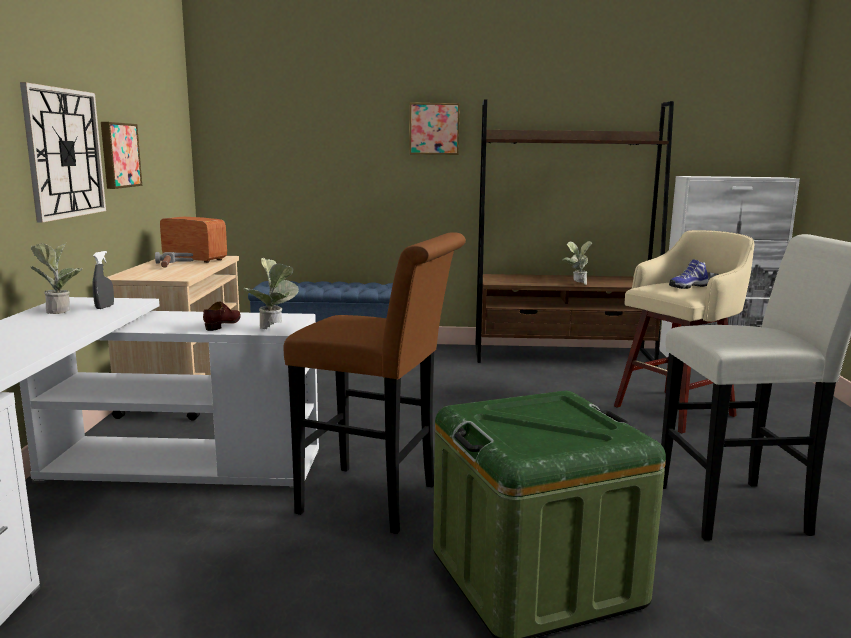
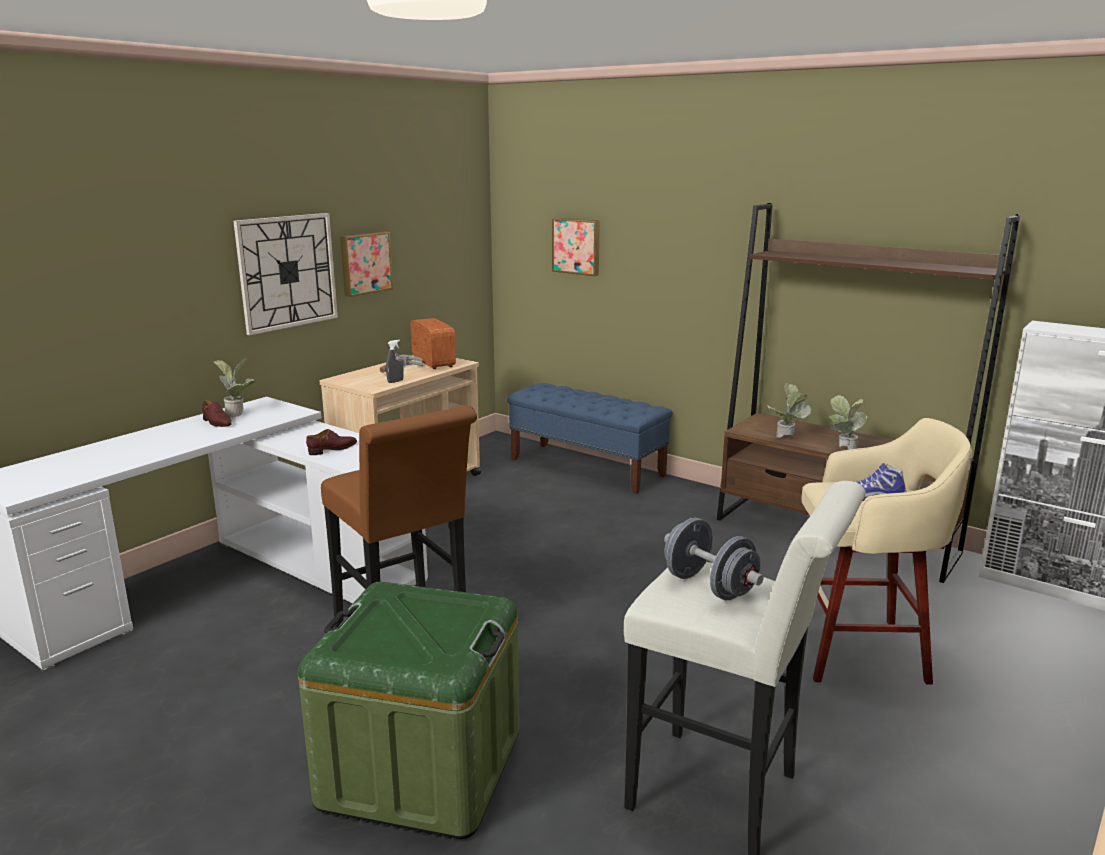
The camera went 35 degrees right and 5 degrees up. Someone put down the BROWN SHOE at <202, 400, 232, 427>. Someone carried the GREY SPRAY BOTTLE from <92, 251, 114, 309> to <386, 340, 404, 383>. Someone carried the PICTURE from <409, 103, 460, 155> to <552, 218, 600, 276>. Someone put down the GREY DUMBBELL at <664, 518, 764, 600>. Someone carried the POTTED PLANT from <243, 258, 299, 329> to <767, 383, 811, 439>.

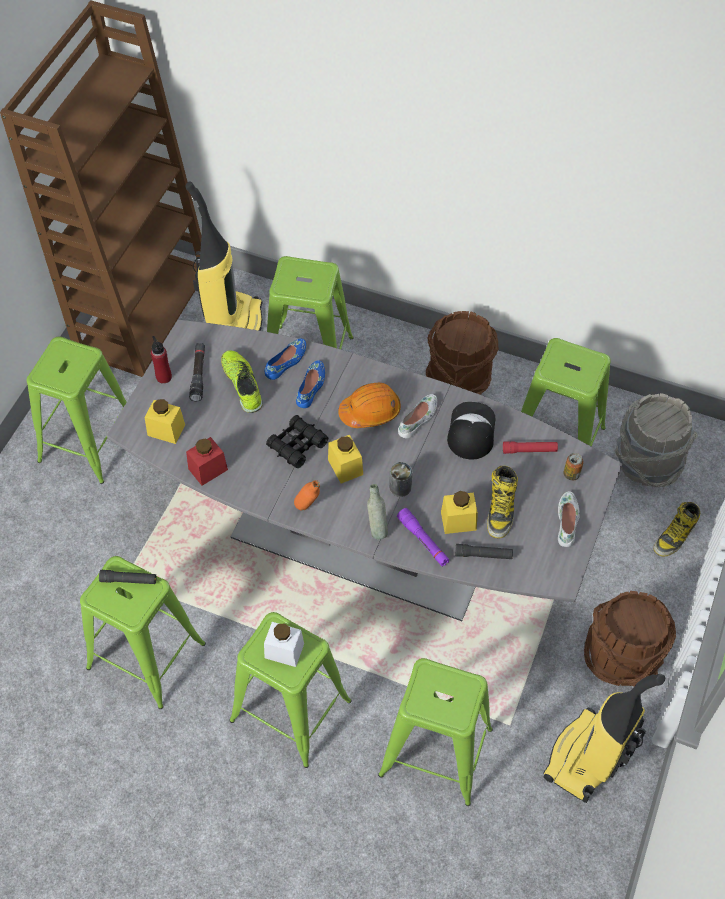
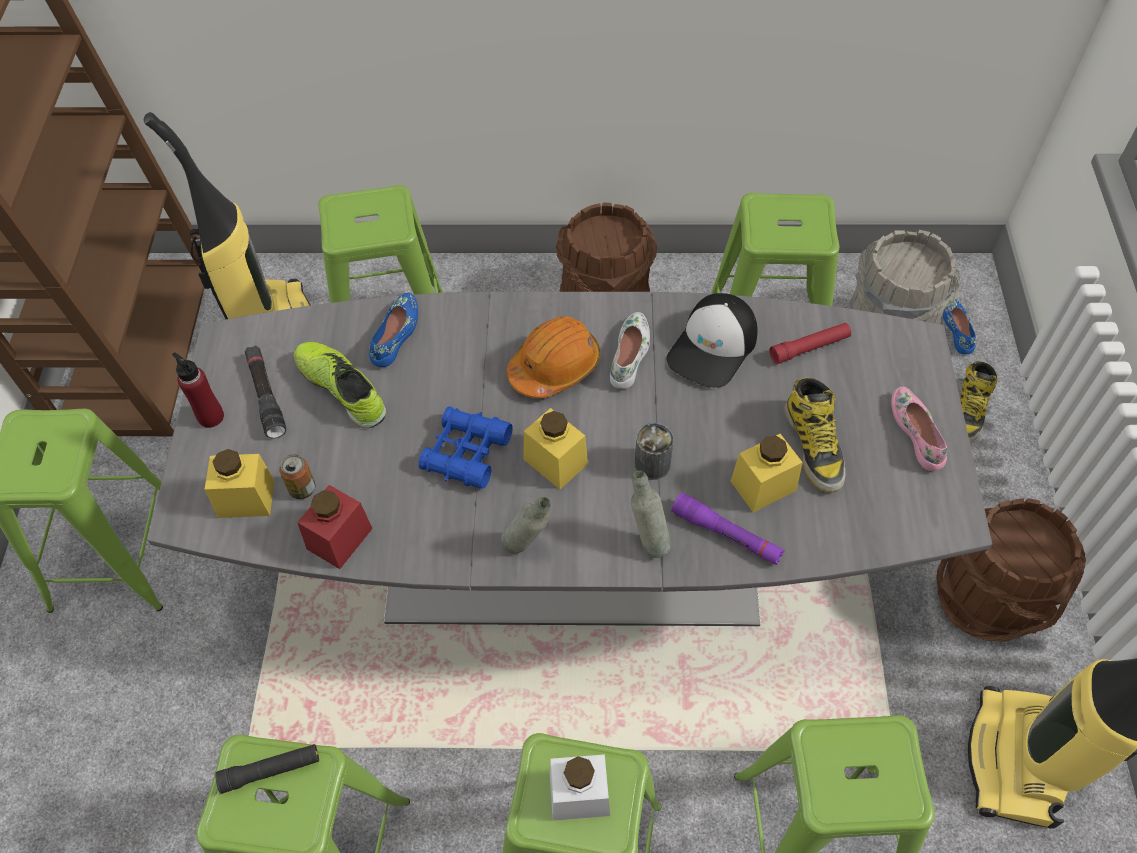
The camera went 20 degrees left and 0 degrees up. Someone carried the CAN from <563, 453, 584, 481> to <279, 454, 316, 499>. Someone repainted the BLACK BINOCULARS at <266, 415, 328, 468>, which became the BLUE BINOCULARS at <419, 406, 513, 489>. Someone repainted the ORANGE BOTTLE at <294, 480, 320, 511>, which became the GREY BOTTLE at <501, 497, 551, 554>. Someone rotated the CAP at <447, 402, 495, 459> by 135 degrees counterclockwise. Someone repainted the WHITE SHOE at <558, 491, 580, 547>, which became the PINK SHOE at <891, 387, 947, 471>. Someone carried the BLUE SHOE from <296, 360, 325, 408> to <943, 299, 976, 354>. Someone took away the BLACK FLASHLIGHT at <455, 544, 513, 559>.

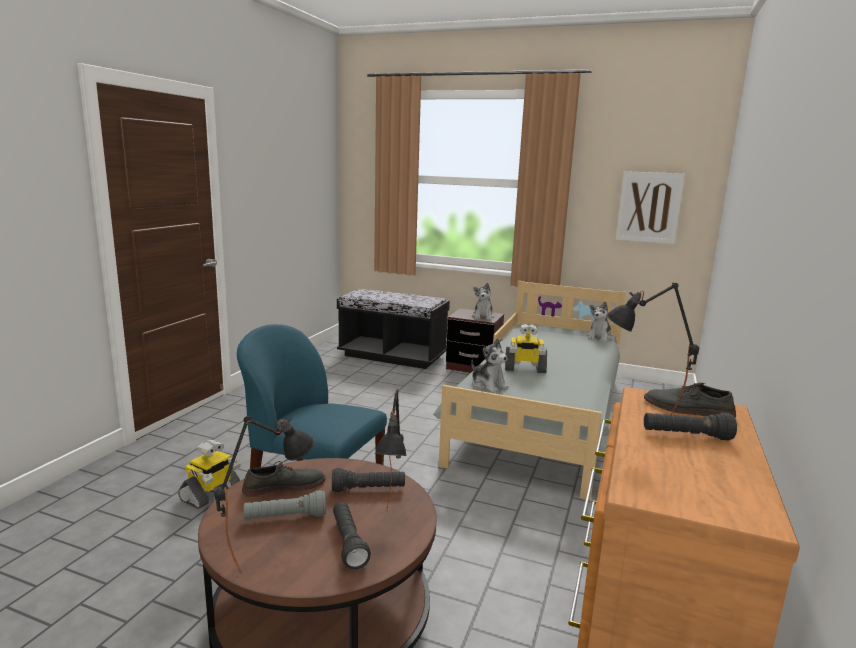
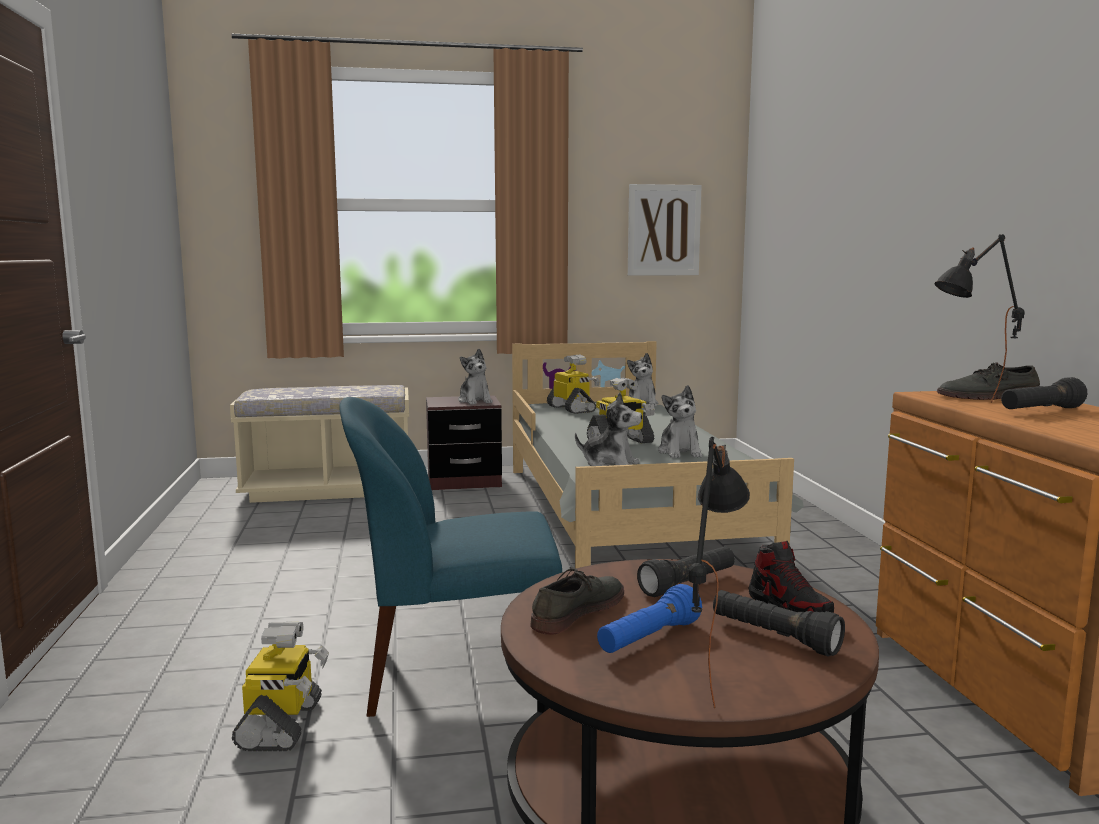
The camera went 30 degrees left and 5 degrees down. Someone repainted the BLACK BENCH at <337, 289, 450, 369>, which became the BEIGE BENCH at <230, 385, 409, 503>. Someone put down the TOY ROBOT at <547, 355, 600, 414>. Someone repainted the GREY FLASHLIGHT at <244, 490, 326, 519>, which became the BLUE FLASHLIGHT at <597, 584, 702, 653>. Someone put down the PLUSH TOY at <658, 385, 702, 458>. Someone swapped the BLACK TABLE LAMP at <374, 389, 407, 509> for the SHOE at <748, 541, 834, 613>.

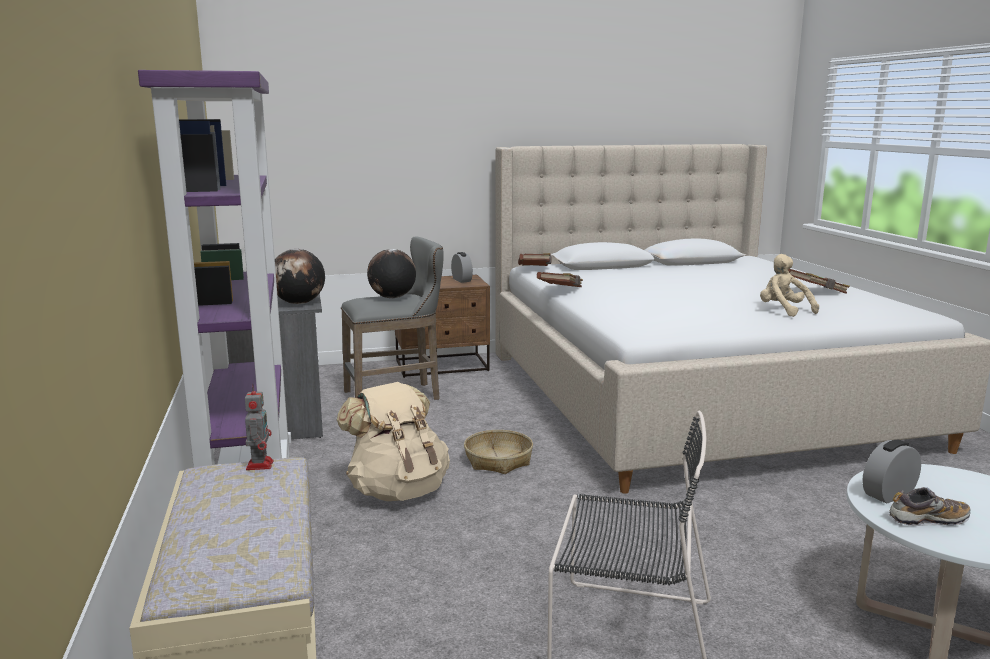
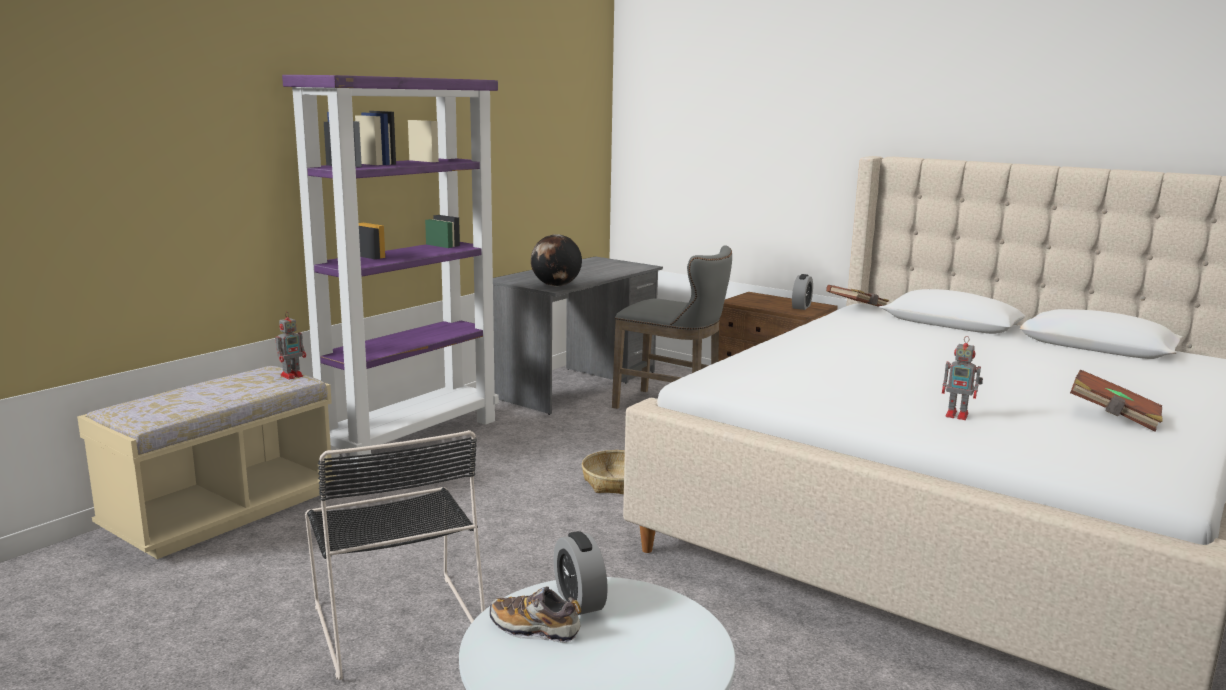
The camera went 50 degrees right and 0 degrees up. Someone rotated the SHOE at <889, 487, 971, 526> by 150 degrees clockwise. Someone rotated the ALARM CLOCK at <862, 440, 921, 504> by 135 degrees counterclockwise. Someone swapped the BEIGE PLUSH TOY at <760, 254, 819, 317> for the TOY ROBOT at <942, 336, 983, 420>. Someone took away the BEIGE BACKPACK at <337, 382, 450, 501>. Someone took away the GLOBE at <367, 249, 416, 298>. Someone took away the BROWN BOOK at <537, 272, 583, 287>.

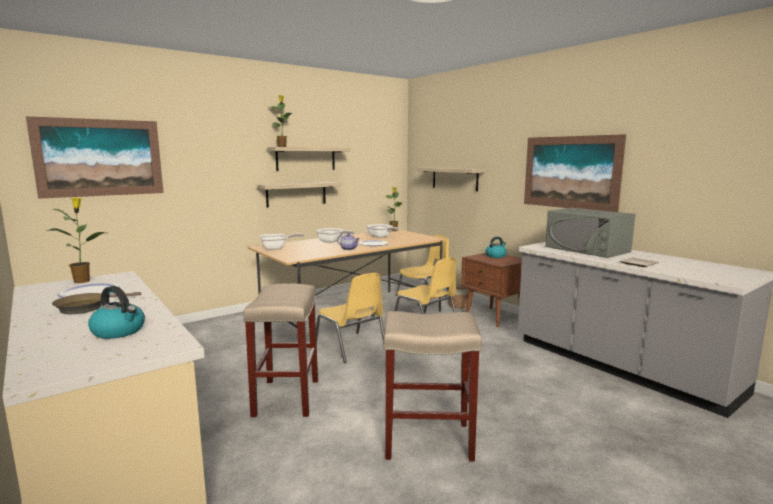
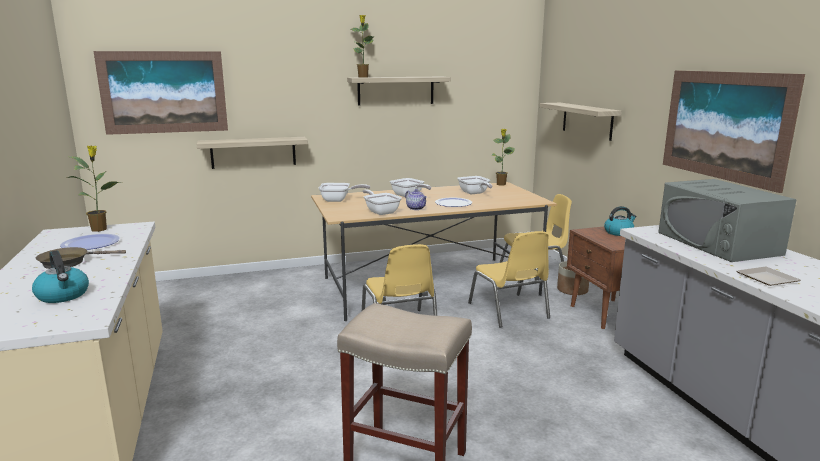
The camera went 20 degrees right and 5 degrees up. Someone carried the SHELF from <257, 182, 341, 208> to <197, 137, 308, 169>. Someone put down the FRYING PAN at <363, 189, 402, 215>. Someone took away the BEIGE STOOL at <243, 284, 318, 417>.

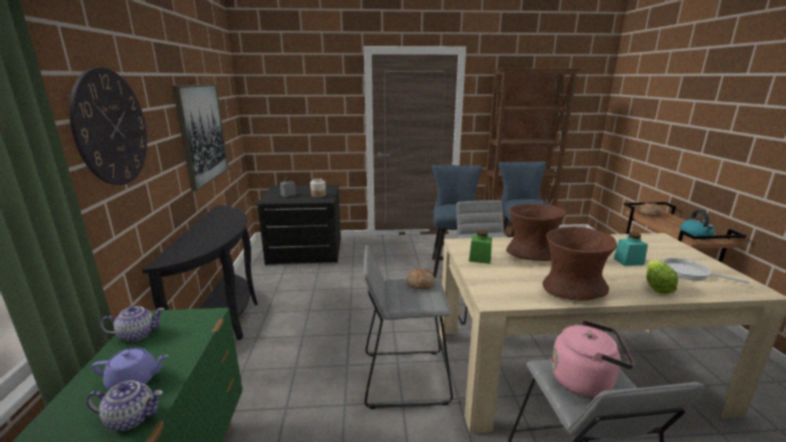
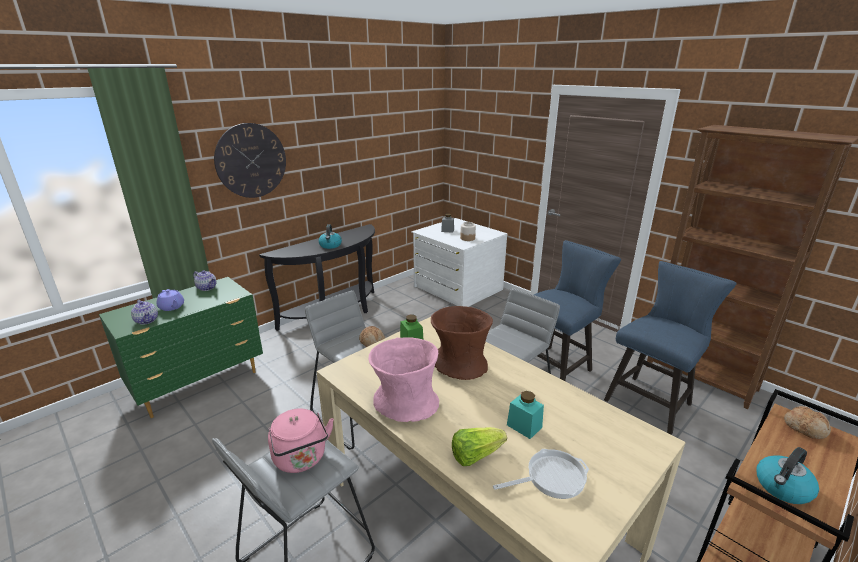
The camera went 50 degrees right and 5 degrees up. Someone put down the KETTLE at <318, 224, 342, 249>. Someone repainted the BROWN VASE at <542, 227, 617, 301>, which became the PINK VASE at <368, 337, 439, 422>. Someone repainted the BLACK DRESSER at <256, 184, 341, 265>, which became the WHITE DRESSER at <411, 218, 508, 307>. Someone rotated the FRYING PAN at <660, 258, 750, 284> by 75 degrees clockwise. Someone took away the PICTURE at <172, 84, 229, 191>.

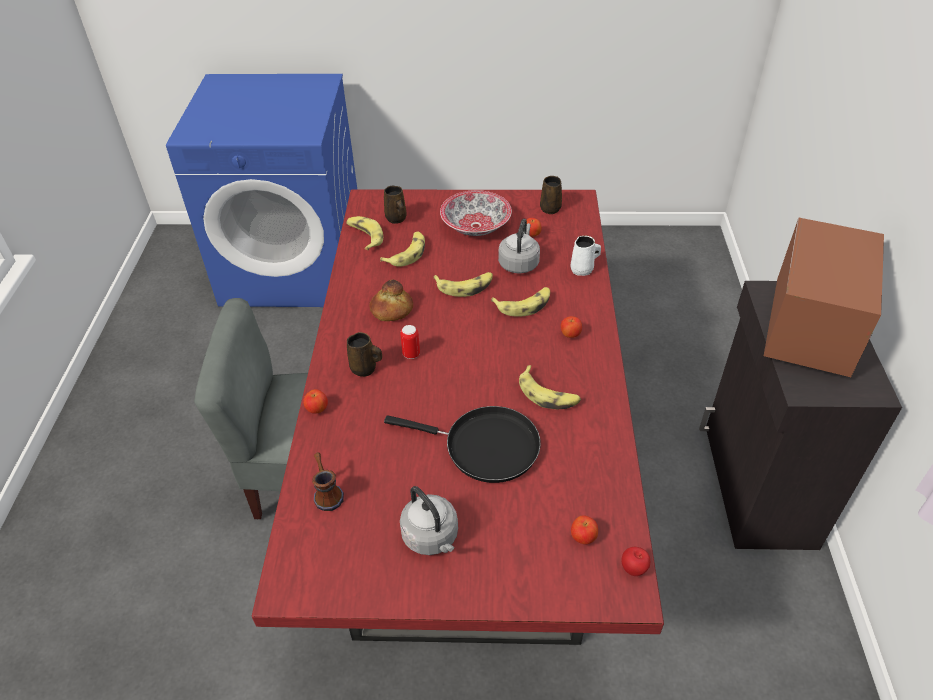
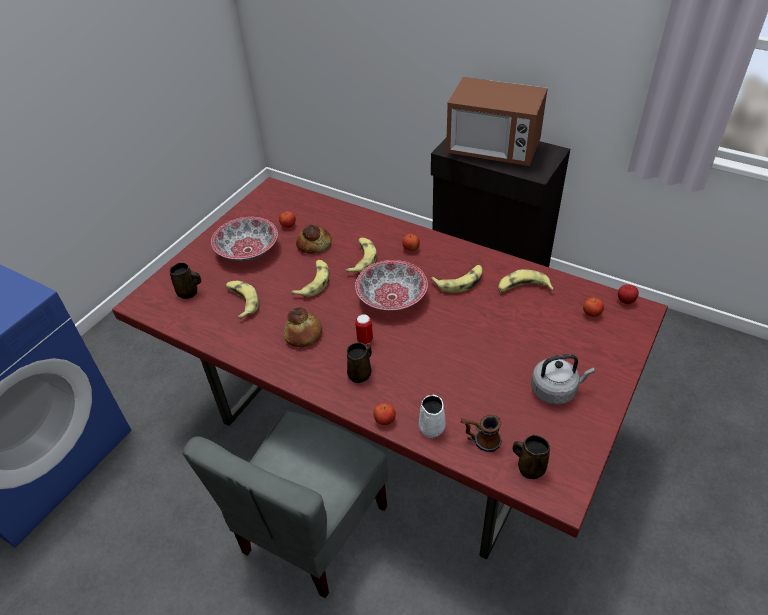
The camera went 60 degrees left and 0 degrees up. Someone swapped the GREY KETTLE at <498, 219, 540, 273> for the BREAD at <296, 224, 332, 254>. Someone put down the BOWL at <355, 260, 428, 311>. Someone carried the WHITE MUG from <571, 235, 601, 276> to <419, 395, 446, 438>. Someone rotated the MICROWAVE at <764, 217, 884, 377> by 150 degrees clockwise. Someone carried the BANANA from <346, 216, 383, 250> to <498, 269, 554, 293>. Someone carried the BROWN MUG from <540, 176, 562, 214> to <512, 435, 550, 479>. Someone took away the BLACK FRYING PAN at <384, 406, 541, 483>.

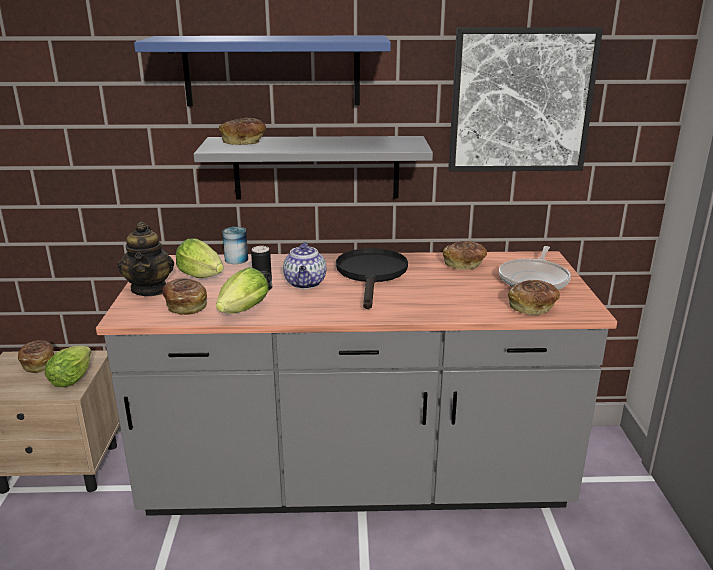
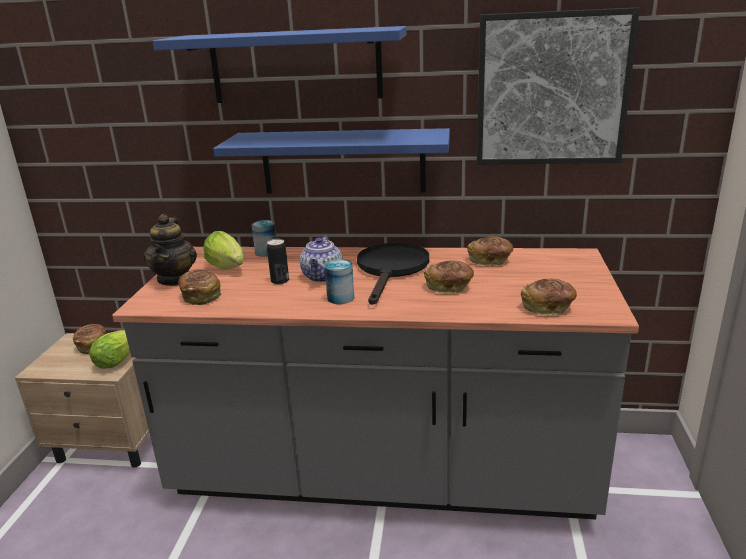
The camera went 10 degrees right and 0 degrees up. Someone repainted the GREY SHELF at <194, 136, 433, 200>, which became the BLUE SHELF at <213, 128, 450, 194>. Someone put down the CAN at <325, 260, 354, 304>. Someone carried the BREAD from <219, 118, 266, 145> to <424, 260, 474, 294>. Someone took away the LETTUCE at <216, 267, 269, 313>. Someone took away the FRYING PAN at <499, 246, 571, 290>.

